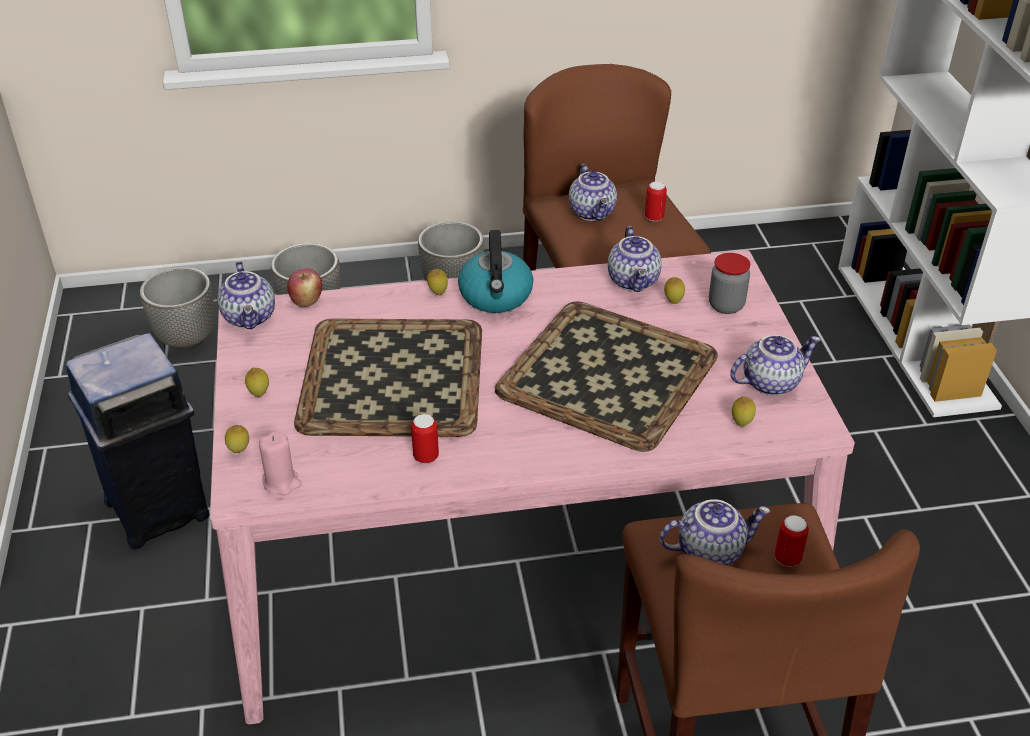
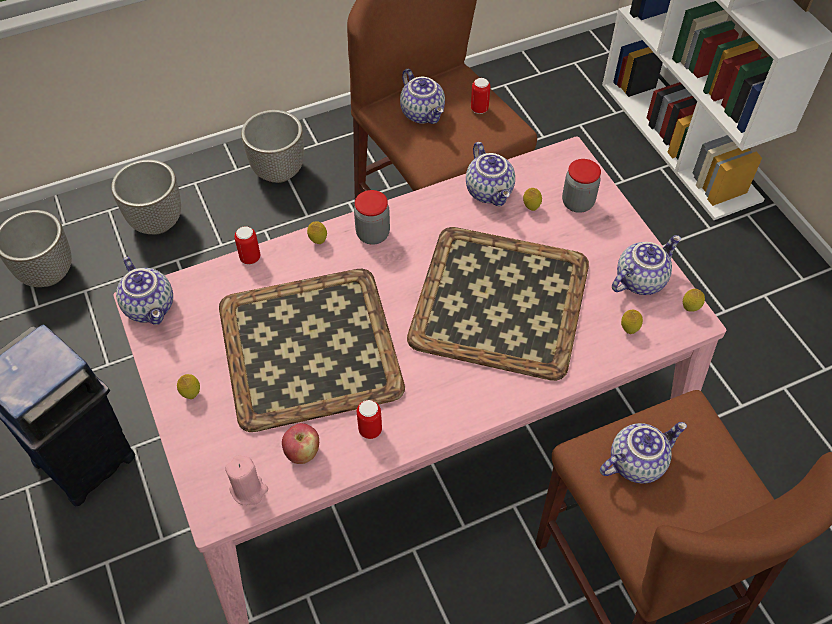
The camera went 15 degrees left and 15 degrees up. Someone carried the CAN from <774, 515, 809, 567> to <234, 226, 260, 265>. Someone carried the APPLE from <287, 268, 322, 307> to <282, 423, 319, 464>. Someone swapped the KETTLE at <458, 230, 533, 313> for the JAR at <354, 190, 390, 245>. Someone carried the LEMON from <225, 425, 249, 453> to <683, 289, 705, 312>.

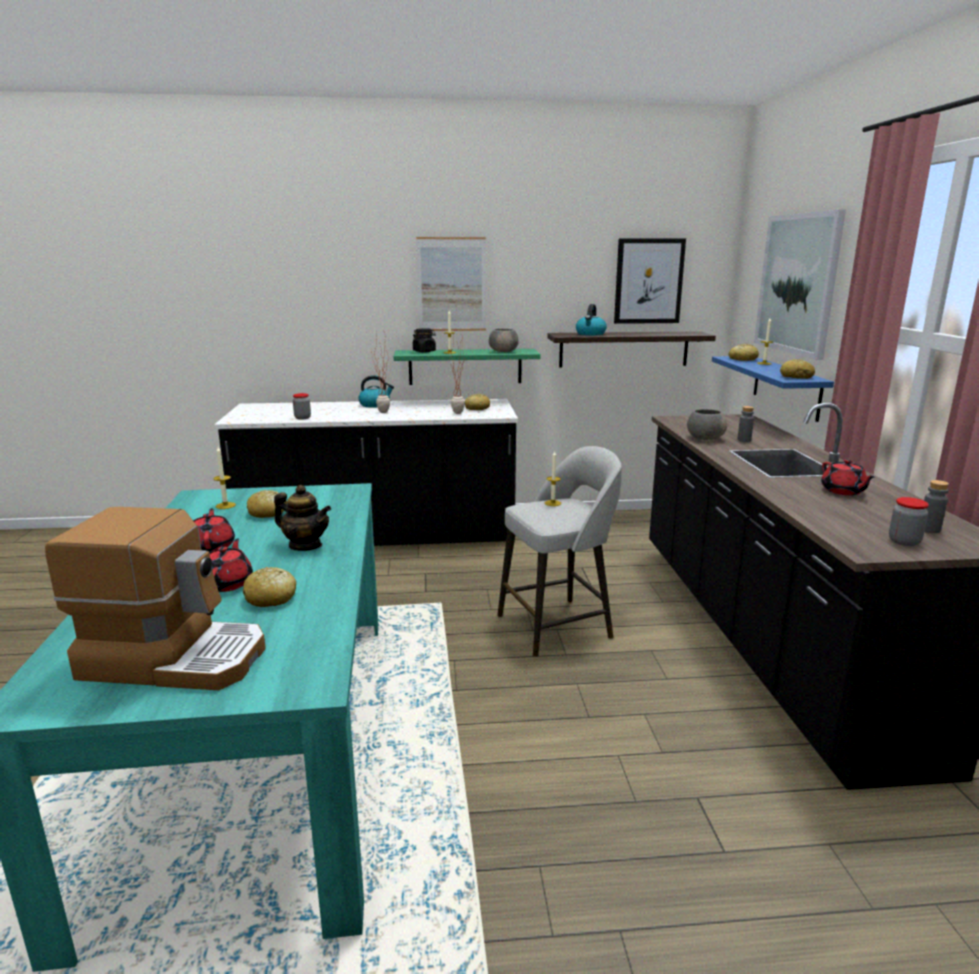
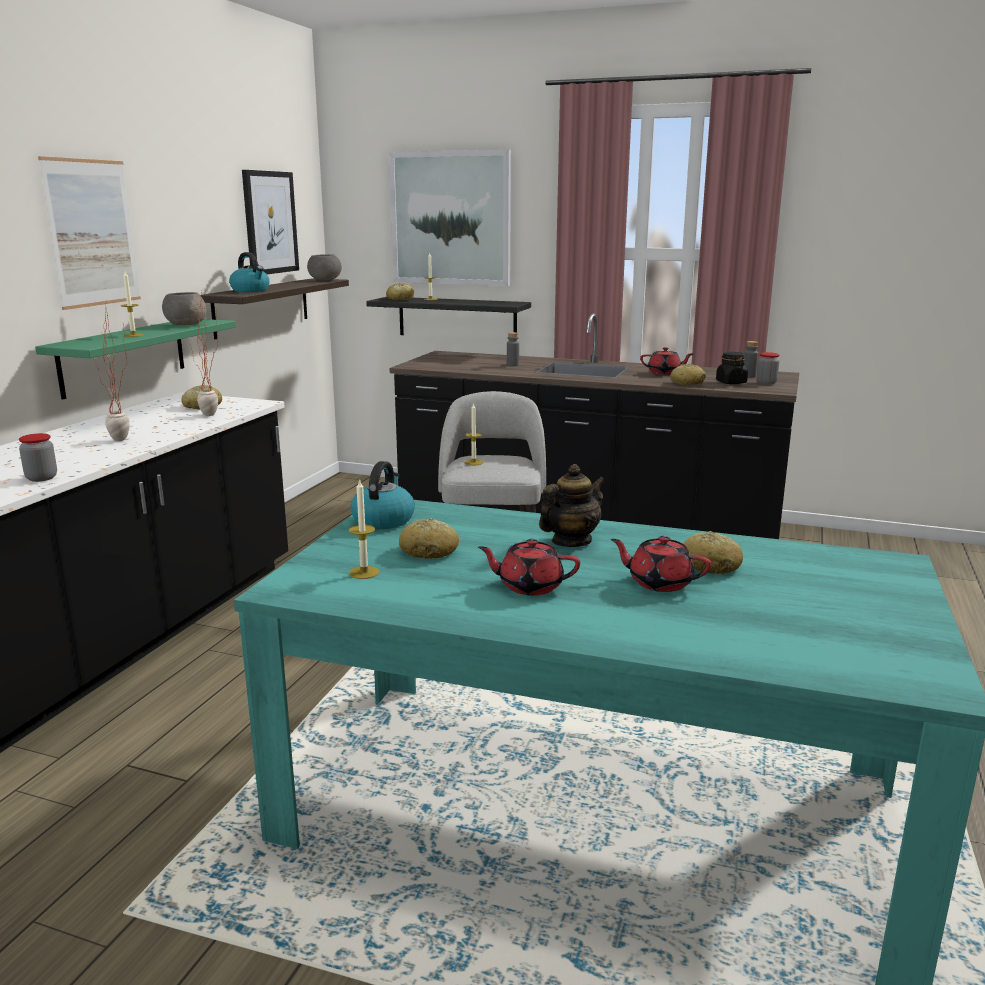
The camera went 65 degrees left and 0 degrees up. Someone carried the GREY BOWL from <687, 409, 727, 440> to <307, 254, 342, 281>. Someone carried the KETTLE from <358, 375, 394, 408> to <351, 461, 415, 529>. Someone repainted the BLUE SHELF at <712, 356, 834, 422>, which became the BLACK SHELF at <366, 297, 531, 335>. Someone carried the BREAD from <780, 359, 815, 379> to <670, 364, 706, 385>. Someone carried the BLACK JAR from <413, 328, 436, 353> to <716, 352, 748, 384>. Someone took away the COFFEE MACHINE at <45, 507, 266, 690>.

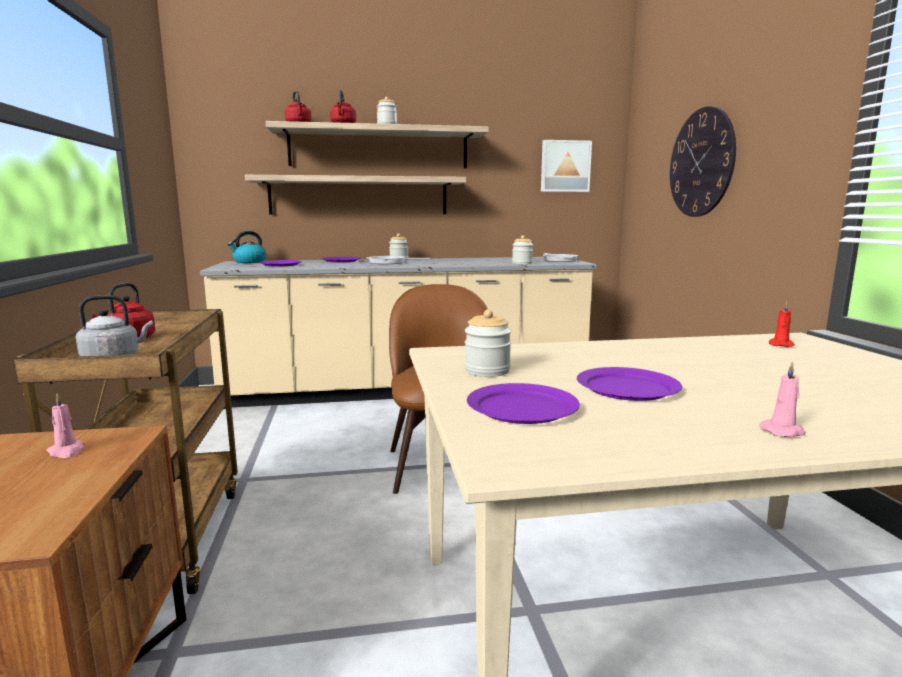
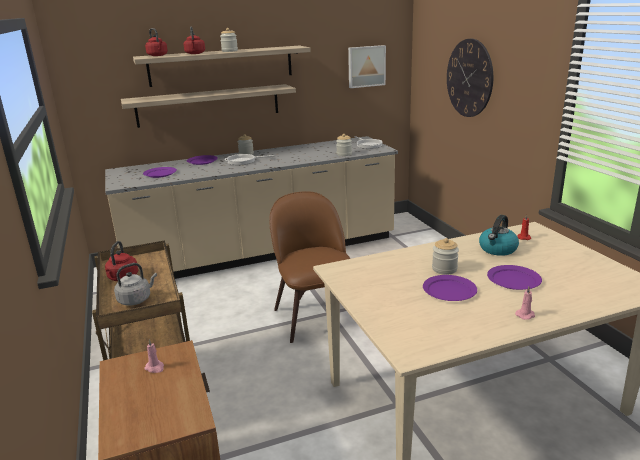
The camera went 10 degrees left and 10 degrees up. Someone carried the JAR from <465, 309, 511, 377> to <432, 238, 459, 275>. Someone carried the KETTLE from <228, 231, 267, 263> to <479, 215, 519, 256>. Someone carried the PURPLE PLATE from <467, 383, 580, 424> to <487, 265, 542, 290>.

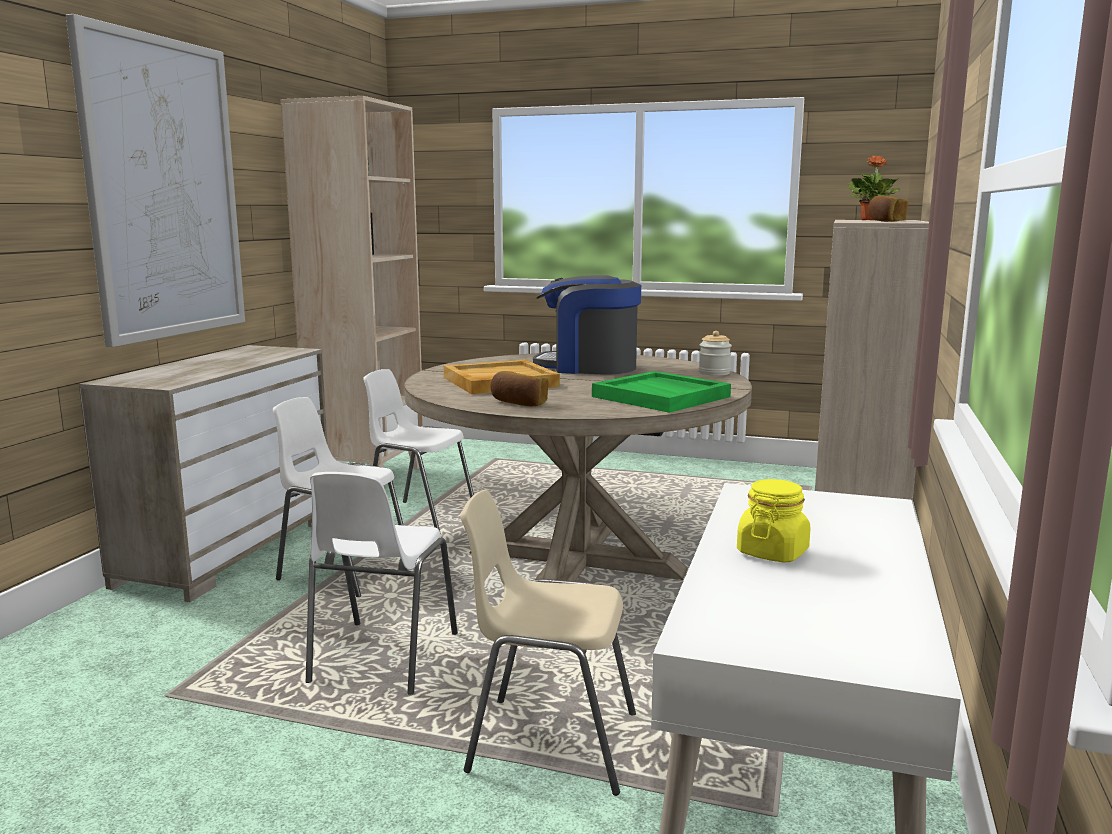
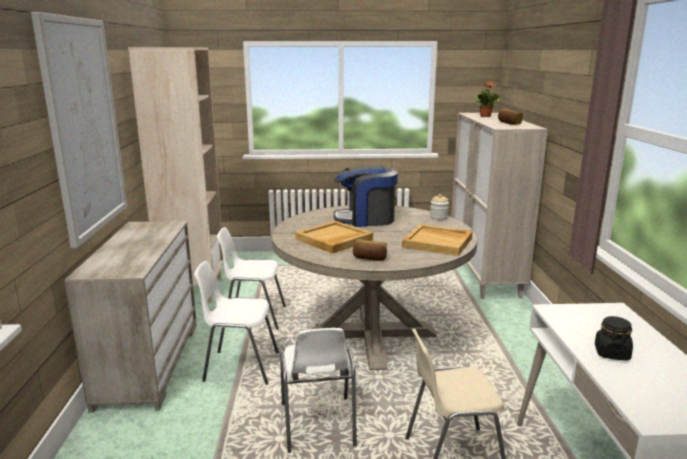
The camera went 20 degrees left and 5 degrees up. Someone repainted the GREEN TRAY at <592, 371, 731, 413>, which became the BEIGE TRAY at <402, 224, 473, 256>. Someone repainted the YELLOW JAR at <737, 479, 810, 563>, which became the BLACK JAR at <595, 316, 633, 361>.

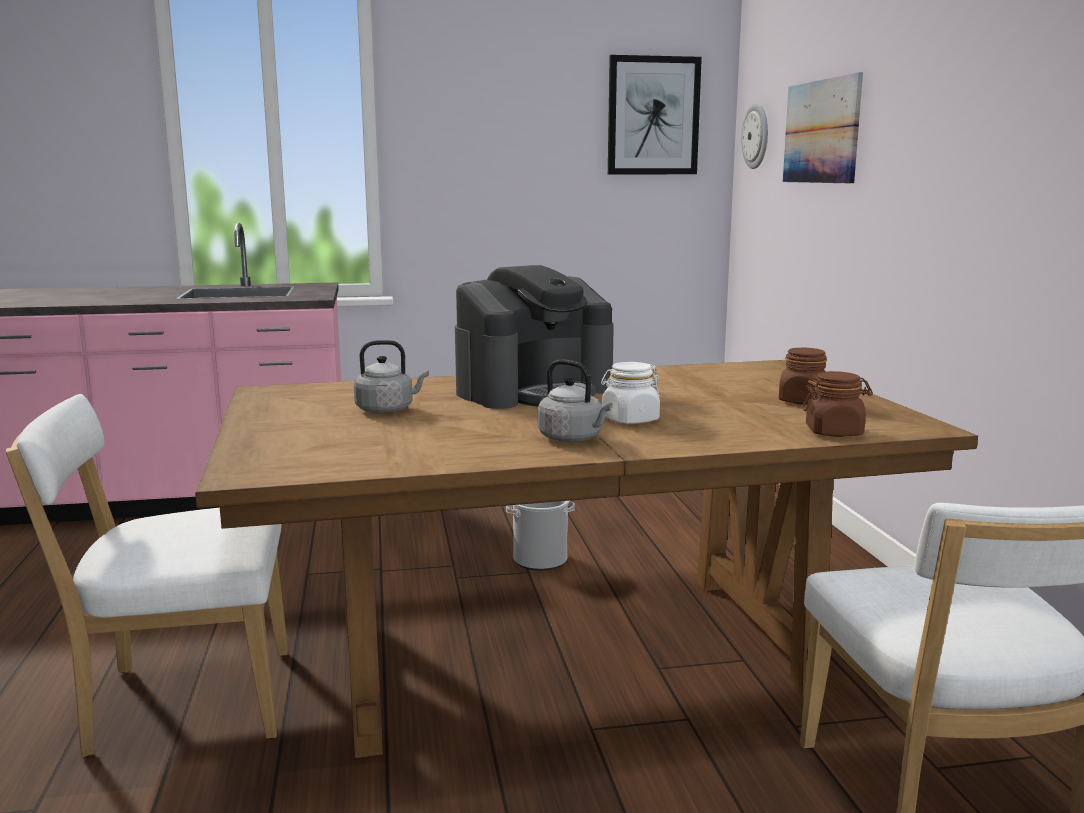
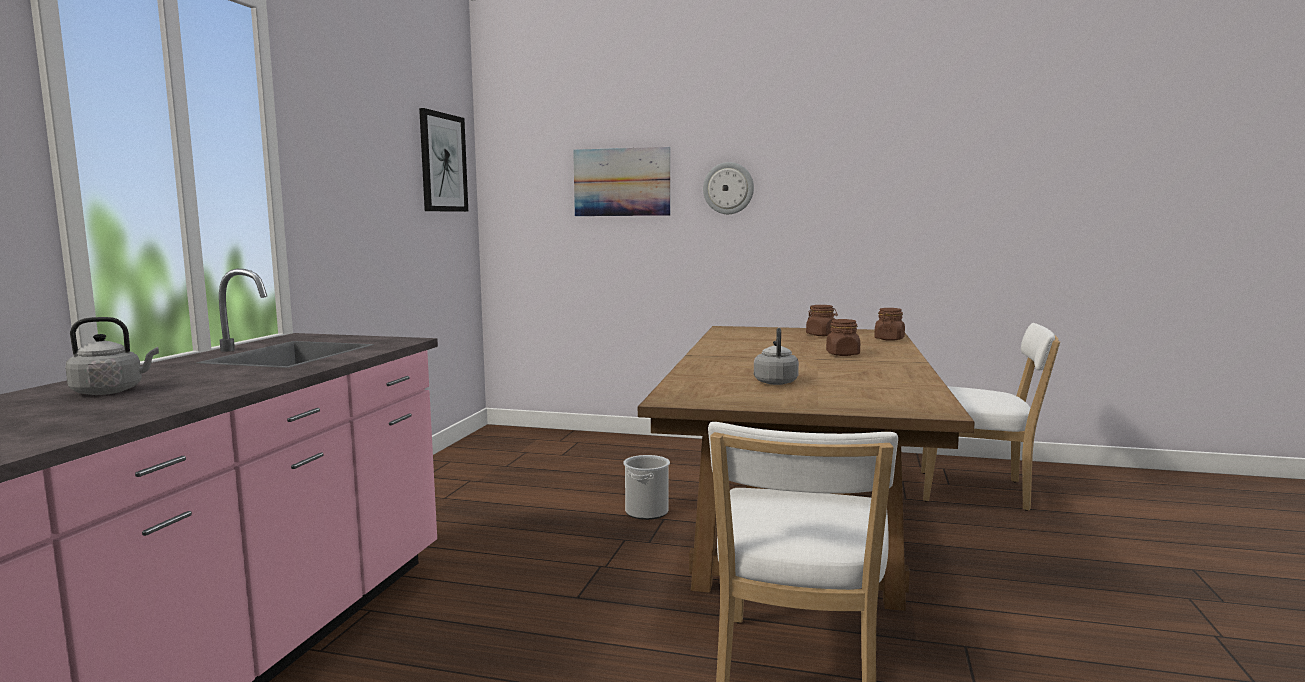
The camera went 65 degrees left and 5 degrees down. Someone carried the GREY KETTLE from <538, 360, 613, 442> to <65, 317, 159, 395>. Someone carried the WALL CLOCK from <741, 103, 768, 169> to <703, 162, 754, 214>. Someone repainted the WHITE JAR at <601, 362, 660, 424>, which became the BROWN JAR at <826, 319, 860, 356>. Someone took away the COFFEE MACHINE at <455, 265, 614, 409>.

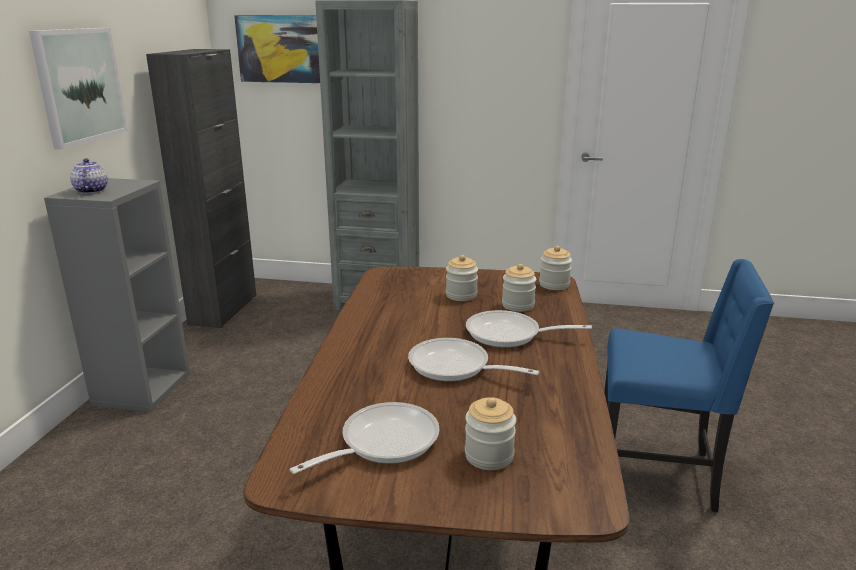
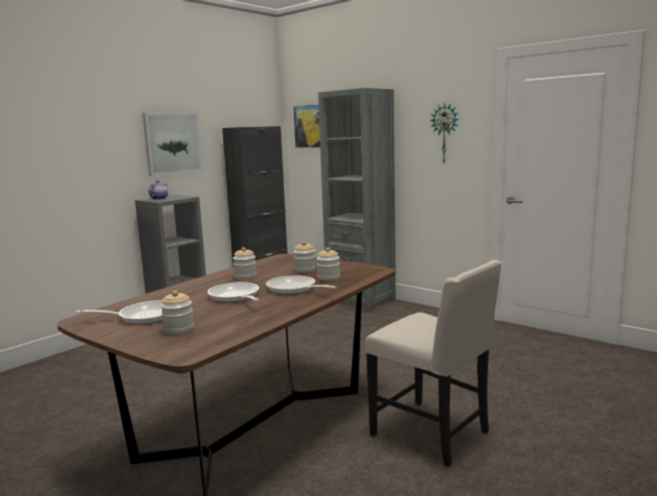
The camera went 30 degrees right and 10 degrees down. Someone carried the JAR from <539, 246, 572, 290> to <233, 247, 257, 280>. Someone repainted the BLUE CHAIR at <604, 259, 774, 512>, which became the BEIGE CHAIR at <365, 260, 502, 467>. Someone put up the WALL CLOCK at <429, 102, 459, 163>.

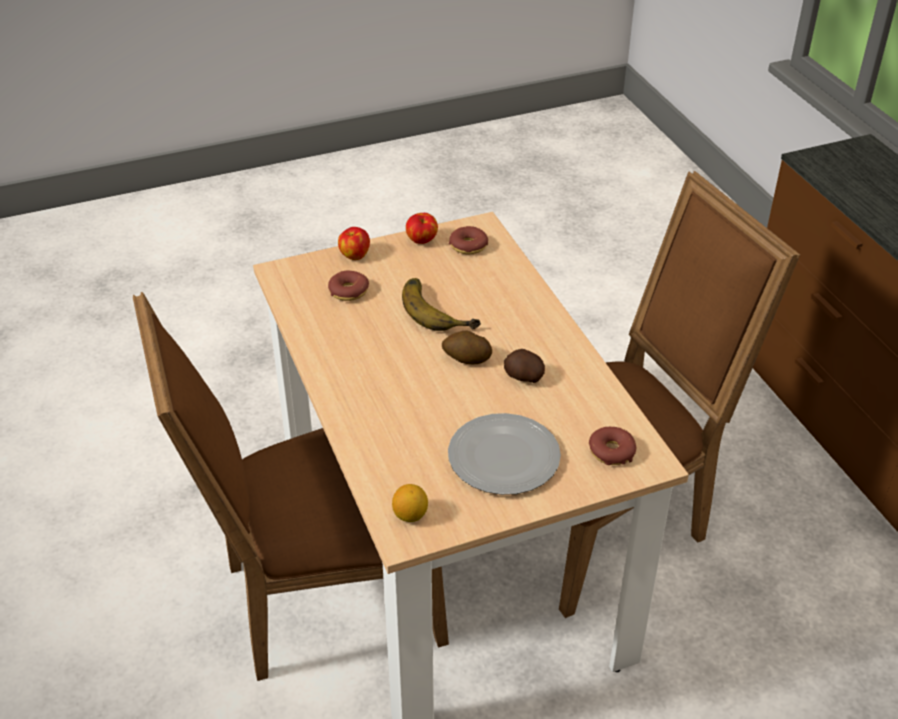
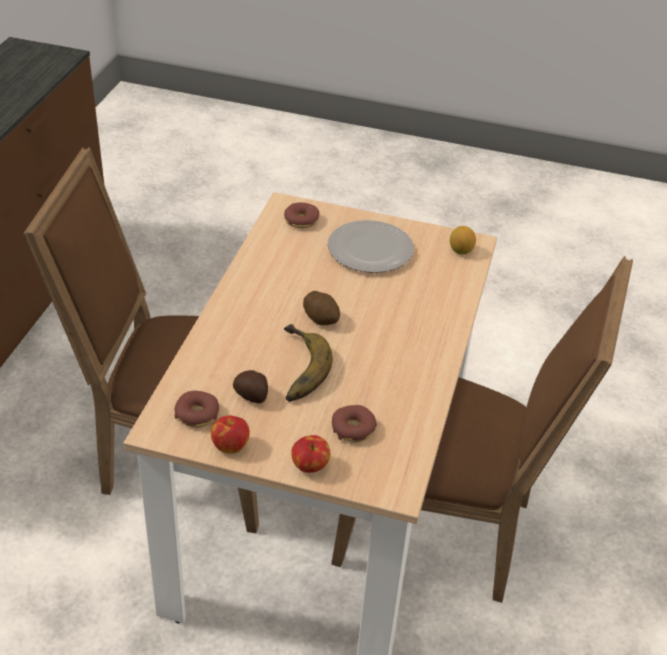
The camera went 145 degrees left and 0 degrees up. Someone carried the POTATO from <504, 349, 545, 383> to <233, 370, 268, 403>.

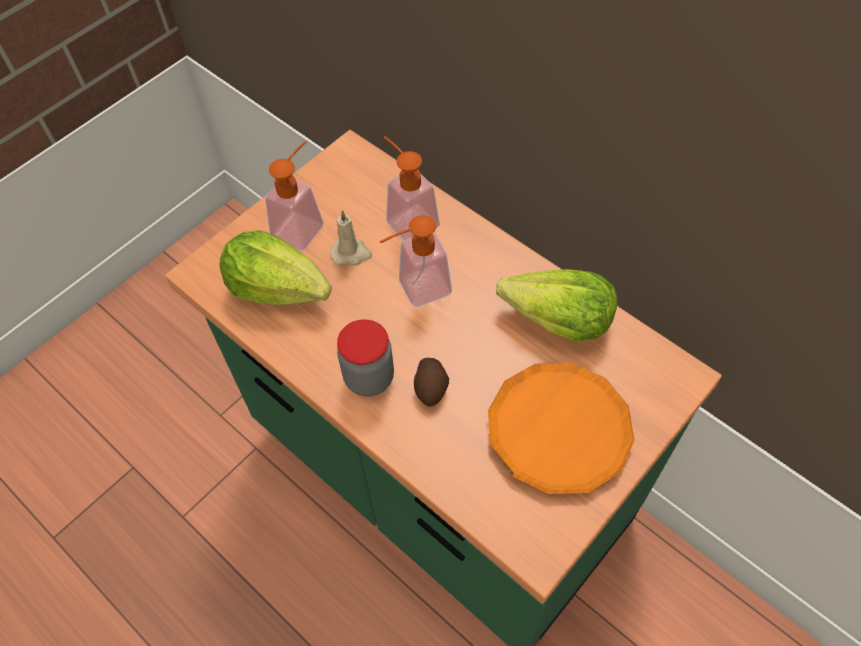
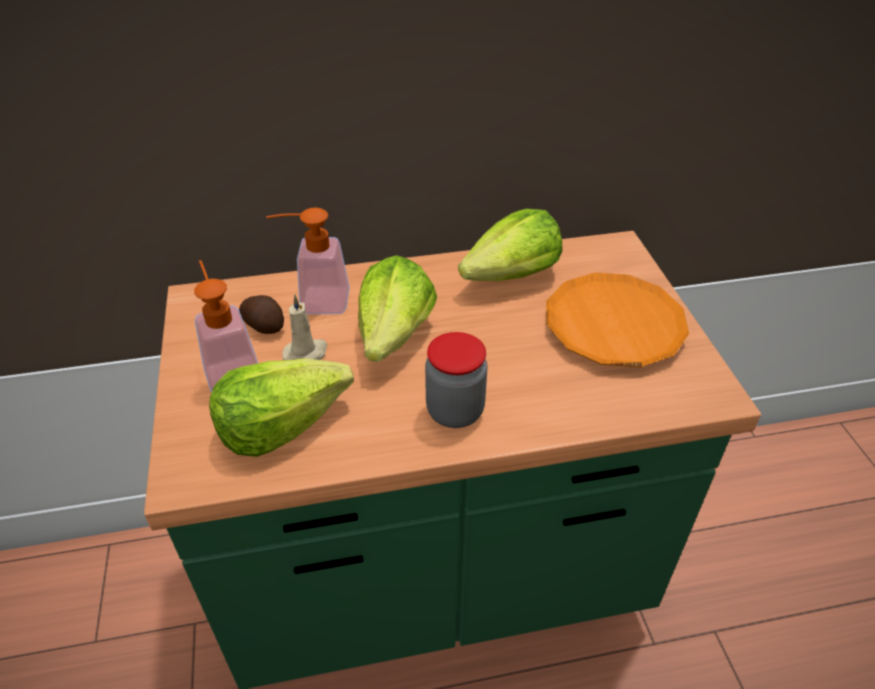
The camera went 55 degrees left and 15 degrees down. Someone carried the POTATO from <414, 358, 449, 407> to <239, 295, 284, 334>. Someone swapped the SOAP DISPENSER at <379, 215, 452, 307> for the LETTUCE at <358, 255, 437, 362>.

